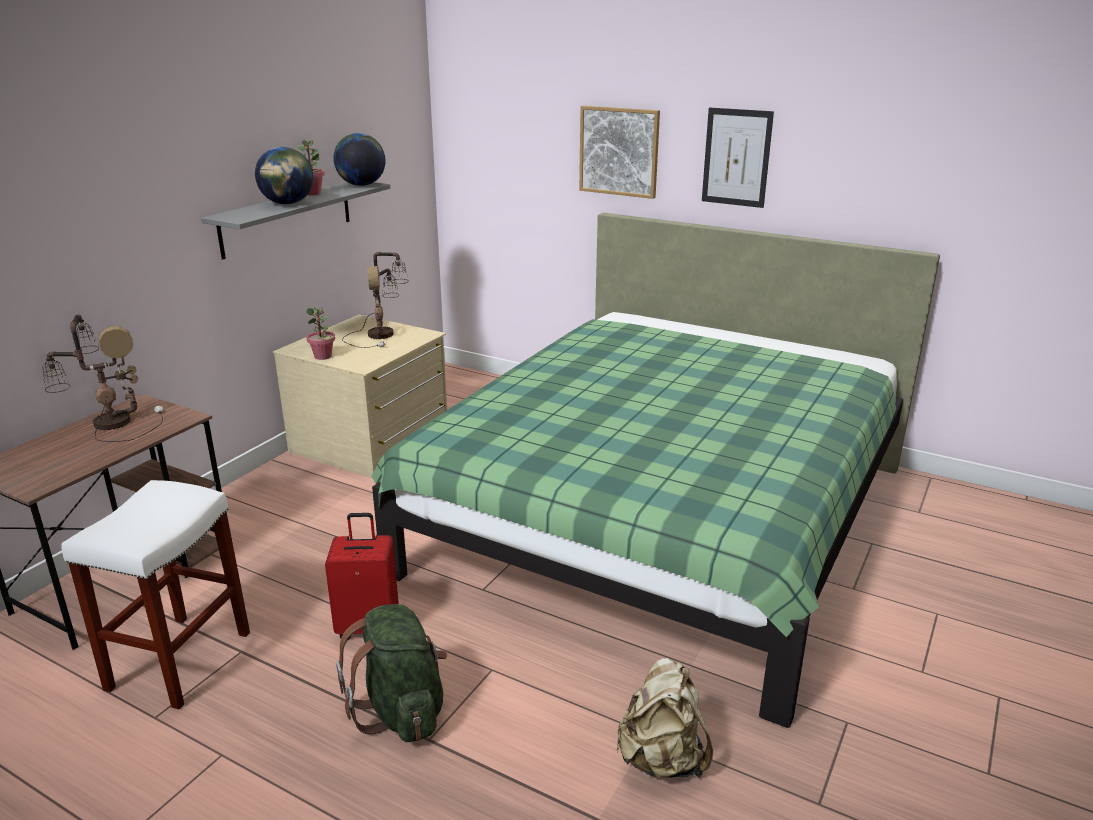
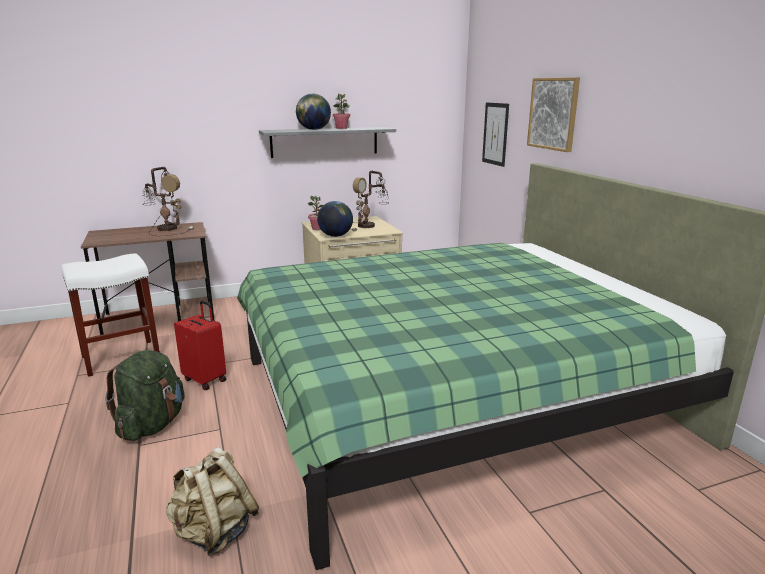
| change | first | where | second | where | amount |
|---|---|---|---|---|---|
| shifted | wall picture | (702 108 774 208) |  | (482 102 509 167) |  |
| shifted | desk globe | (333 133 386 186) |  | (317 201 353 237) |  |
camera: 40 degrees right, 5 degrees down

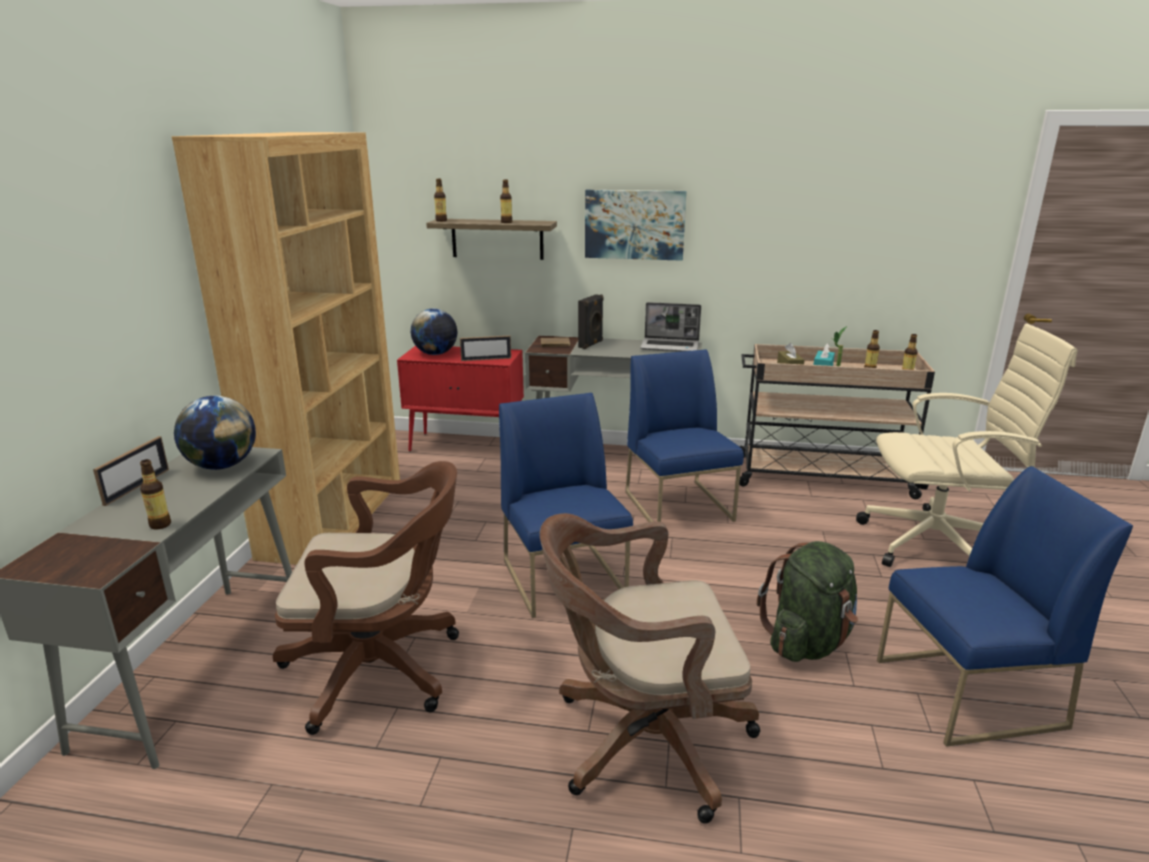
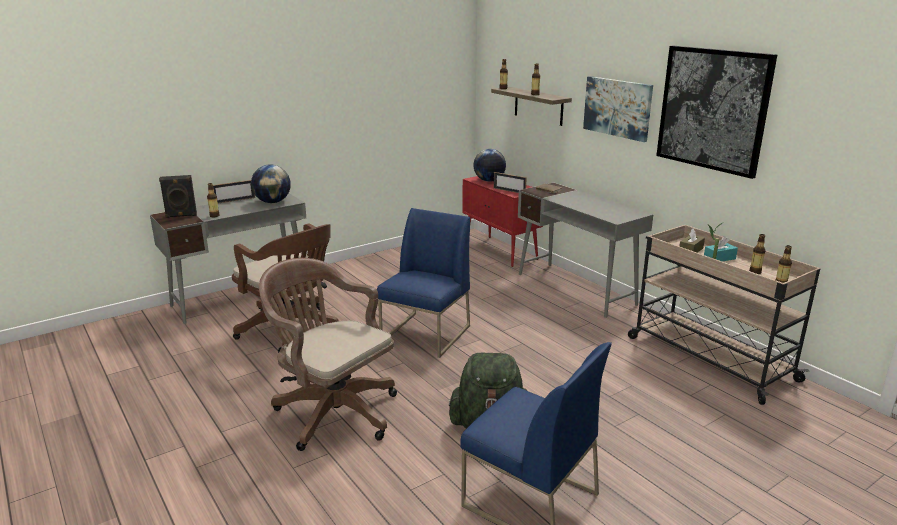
| change | first | where | second | where | amount |
|---|---|---|---|---|---|
| gone | brown shelving unit | (172 132 400 565) |  |  |  |
| shifted | blackish speaker | (578 294 603 349) |  | (159 175 197 218) |  |
| gone | laptop | (640 302 701 352) |  |  |  |
| gone | sand-coloured office chair | (856 324 1077 567) |  |  |  |
| gone | bluish plain chair | (625 349 744 522) |  |  |  |
| new |  |  | wall picture | (656 46 777 179) |  |
camera: 45 degrees right, 0 degrees up

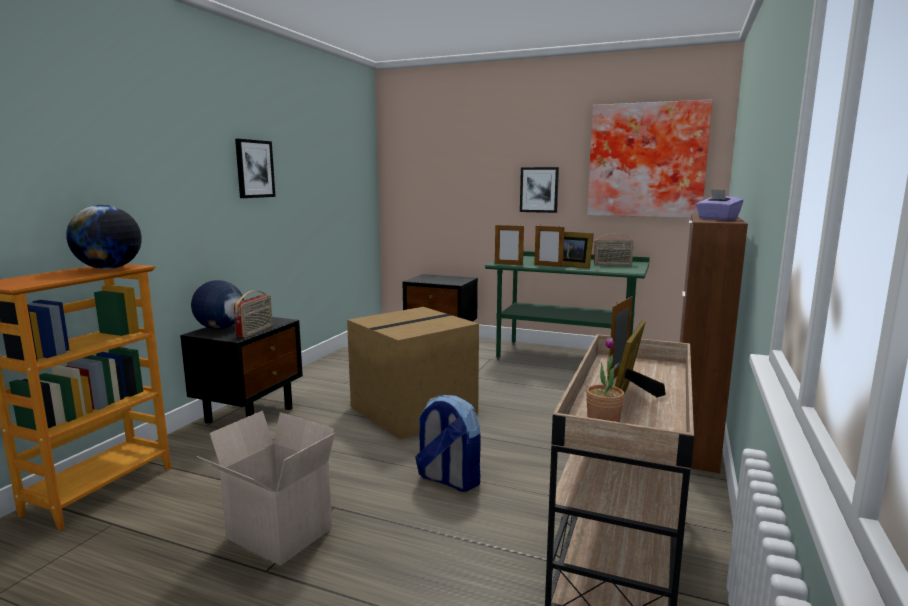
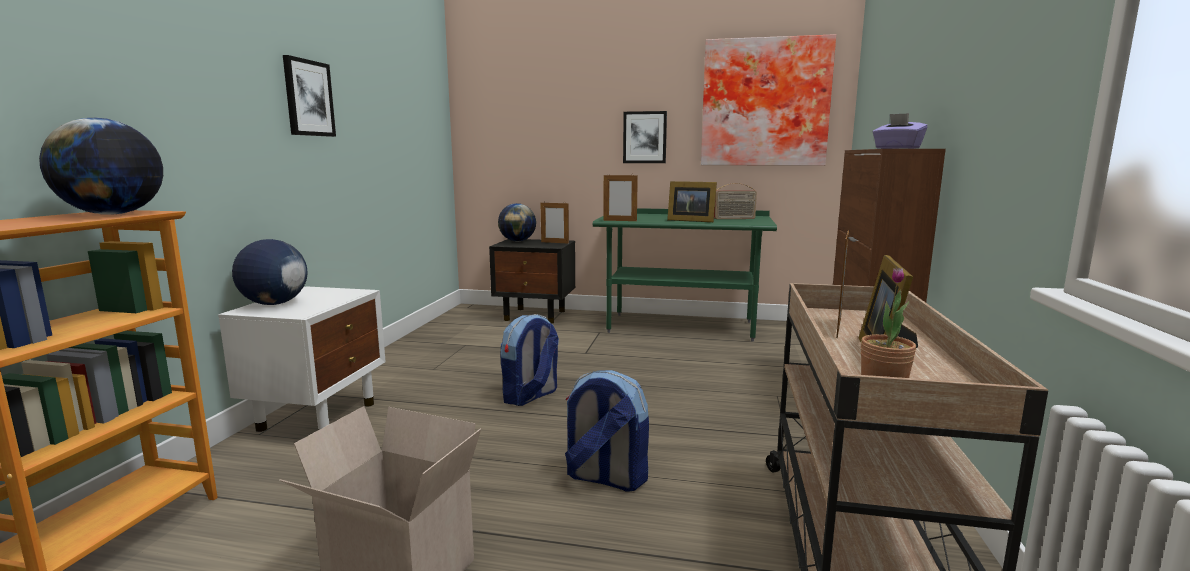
| change | first | where | second | where | amount |
|---|---|---|---|---|---|
| shifted | standing frame | (534 225 565 267) |  | (541 202 569 244) |  |
| gone | radio set | (234 290 273 338) |  |  |  |
| swapped | carton | (347 307 479 439) | rucksack | (500 314 559 406) |  |
| repainted | blackish night table | (180 317 303 423) | white night table | (218 286 386 432) |  |
| new |  |  | desk globe | (498 203 536 242) |  |
camera: 10 degrees left, 0 degrees up

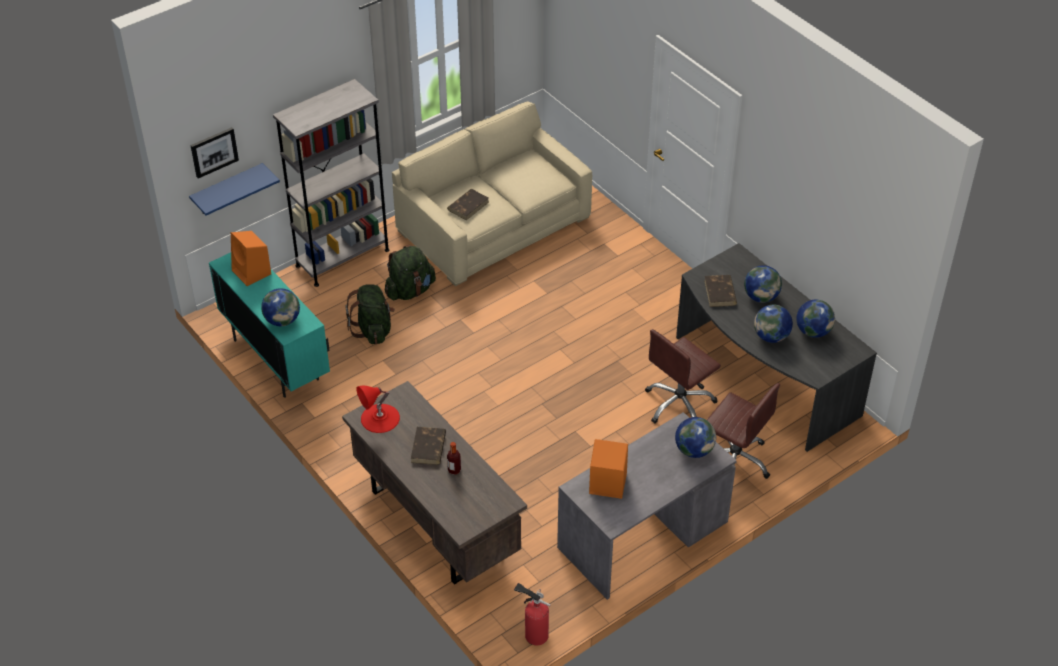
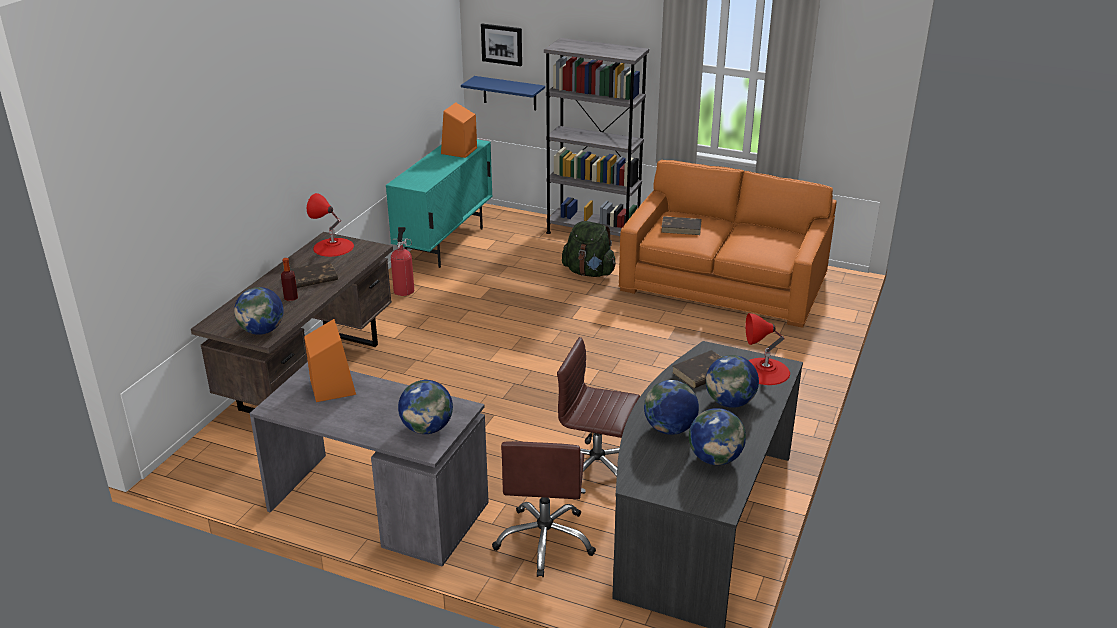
| change | first | where | second | where | amount |
|---|---|---|---|---|---|
| repainted | sand-coloured couch | (392 101 592 286) | orange-coloured couch | (619 160 837 328) |  |
| gone | greenish rucksack | (346 284 395 344) |  |  |  |
| shifted | desk globe | (261 288 300 326) |  | (234 287 283 335) |  |
| shifted | fire extinguisher | (514 583 551 645) |  | (391 227 414 296) |  |
| new |  |  | red-coloured lamp for a table | (746 313 790 385) |  |
camera: 60 degrees right, 15 degrees down

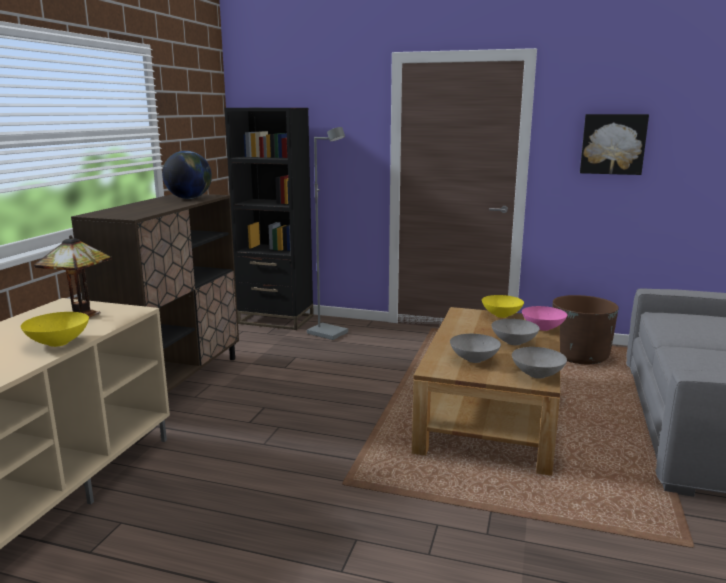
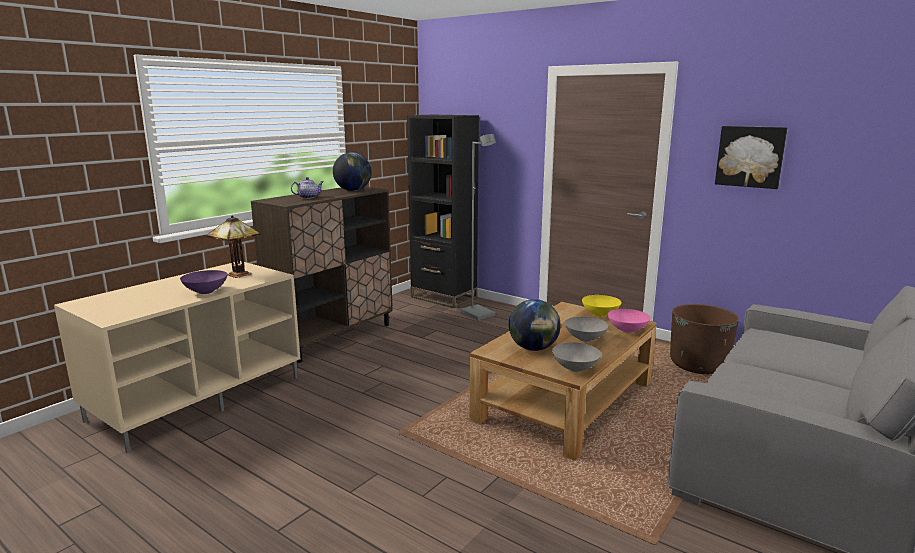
| change | first | where | second | where | amount |
|---|---|---|---|---|---|
| repainted | yellow bowl | (21 312 89 347) | purplish bowl | (180 270 228 294) |  |
| swapped | grey bowl | (450 334 501 363) | desk globe | (509 299 561 351) |  |
| new |  |  | tea pot | (291 177 324 199) |  |
camera: 20 degrees right, 0 degrees up

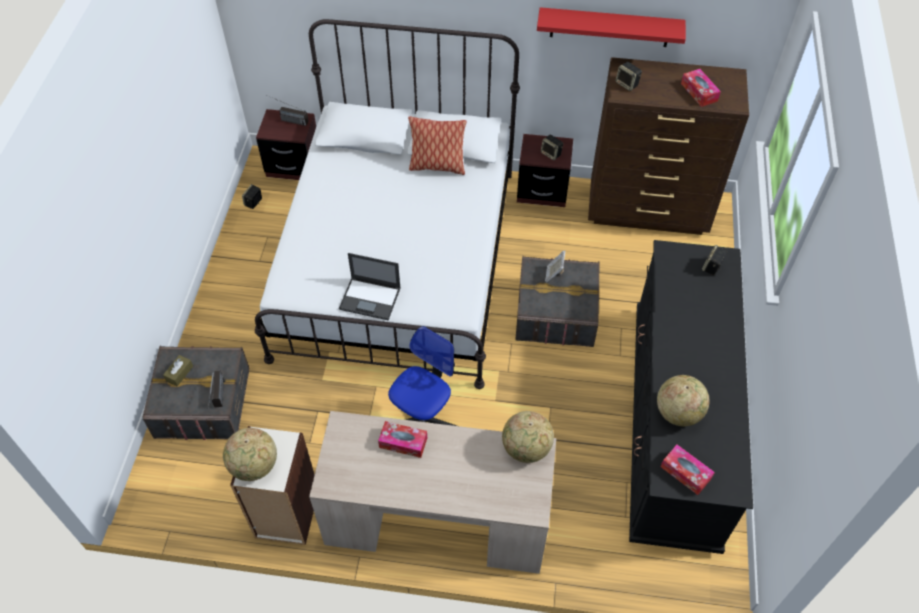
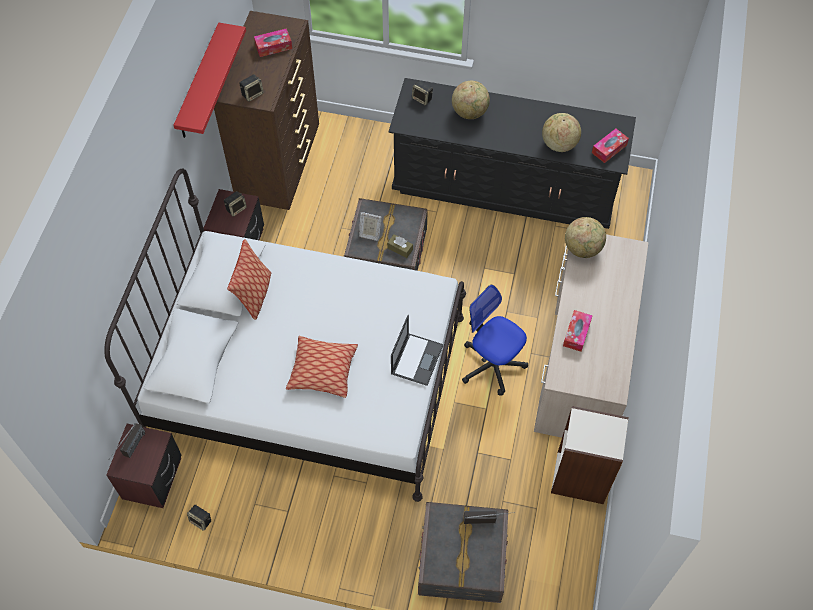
| change | first | where | second | where | amount |
|---|---|---|---|---|---|
| shifted | brown tissue box | (163 355 193 386) |  | (387 235 413 258) |  |
| shifted | desk globe | (223 428 277 481) |  | (452 81 490 119) |  |
| new |  |  | throw pillow | (286 336 358 398) |  |
camera: 85 degrees left, 5 degrees up

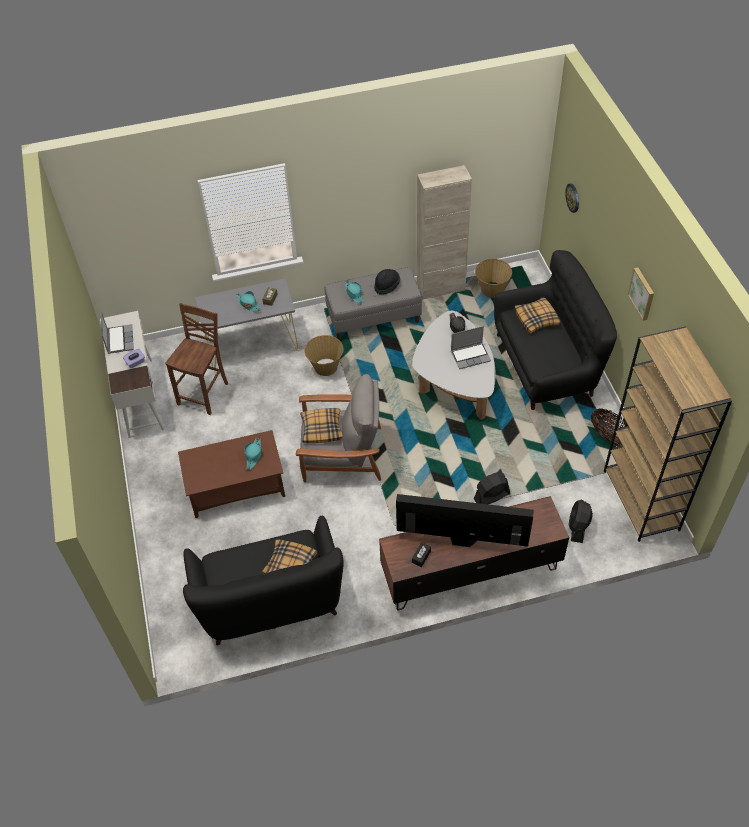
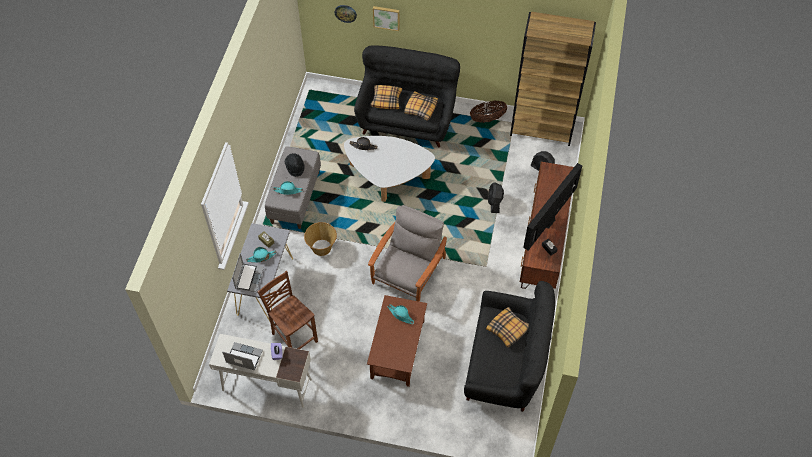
| change | first | where | second | where | amount |
|---|---|---|---|---|---|
| gone | sand-coloured cabinet | (417 165 472 300) |  |  |  |
| gone | basket | (475 259 512 298) |  |  |  |
| shifted | wall picture | (628 268 654 321) |  | (373 6 399 31) |  |
| shifted | laptop | (451 326 491 369) |  | (232 253 264 292) |  |
| shifted | throw pillow | (300 408 343 443) |  | (404 91 438 121) |  |
camera: 65 degrees left, 5 degrees up

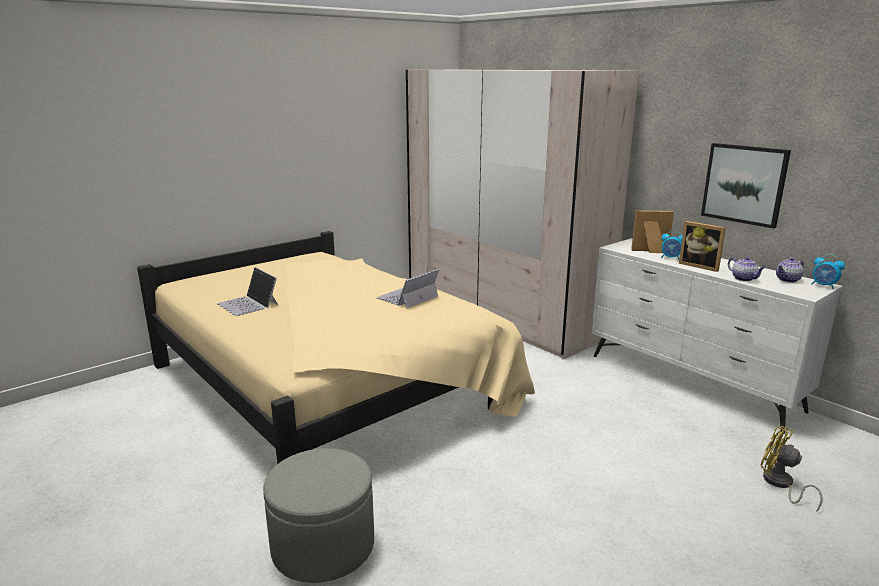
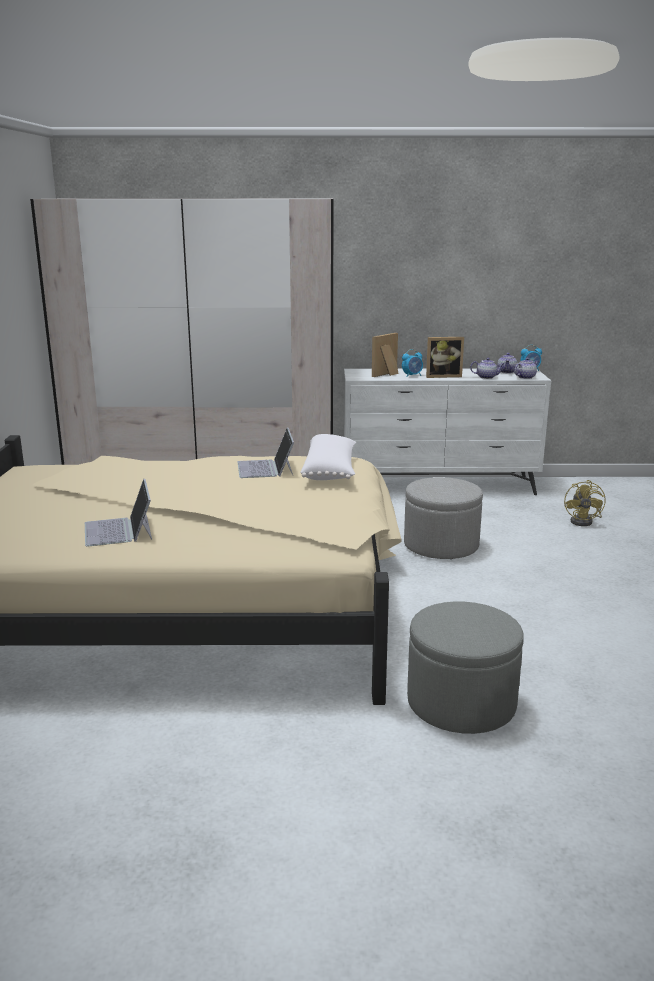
| change | first | where | second | where | amount |
|---|---|---|---|---|---|
| gone | wall picture | (701 143 791 229) |  |  |  |
| rotated | laptop | (217 267 278 316) |  | (85 479 152 547) | 75 degrees clockwise |
| rotated | yellow electric fan | (761 426 823 512) |  | (564 480 606 526) | 75 degrees counterclockwise |
| new |  |  | tea pot | (514 358 538 379) |  |
| new |  |  | white throw pillow | (300 434 356 480) |  |
| new |  |  | grey footrest | (404 477 483 559) |  |
camera: 50 degrees left, 0 degrees up

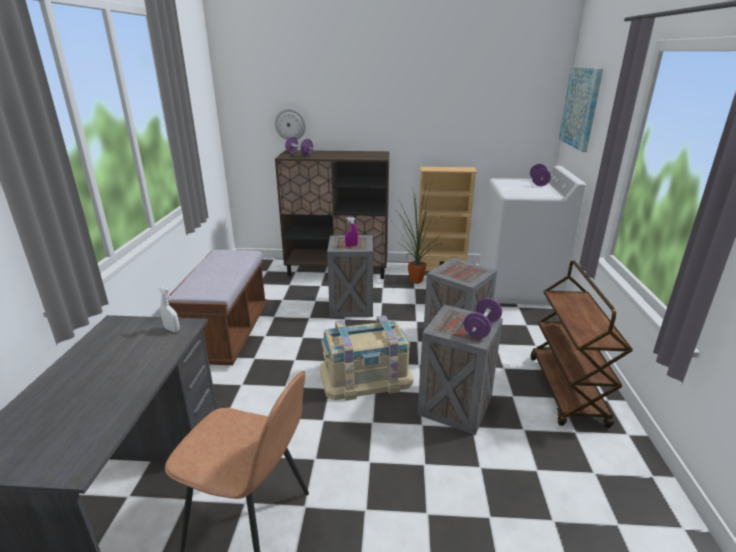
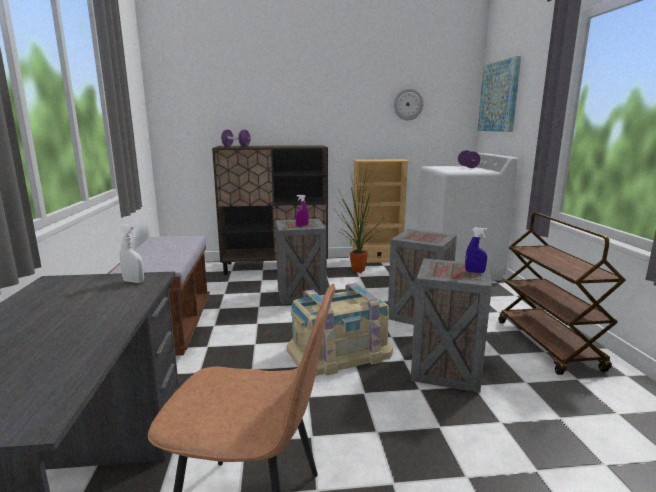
| change | first | where | second | where | amount |
|---|---|---|---|---|---|
| shifted | clock on the wall | (275 108 306 140) |  | (394 88 423 120) |  |
| swapped | purplish dumbbell | (464 298 502 338) | bluish hand sprayer | (465 227 487 273) |  |
camera: 10 degrees left, 10 degrees down

